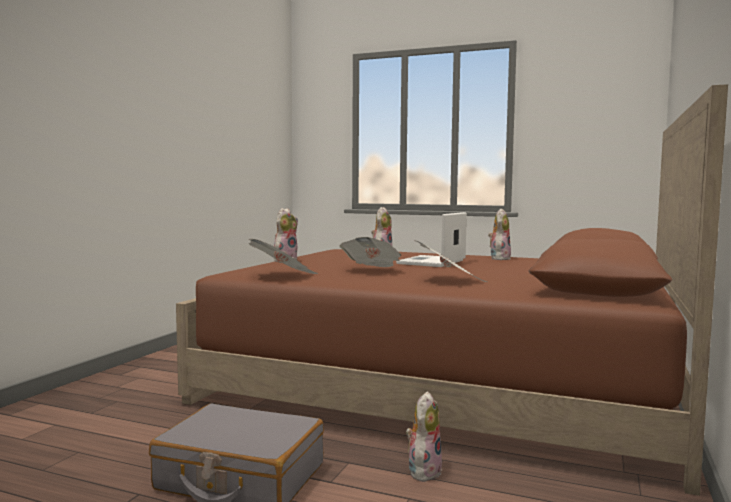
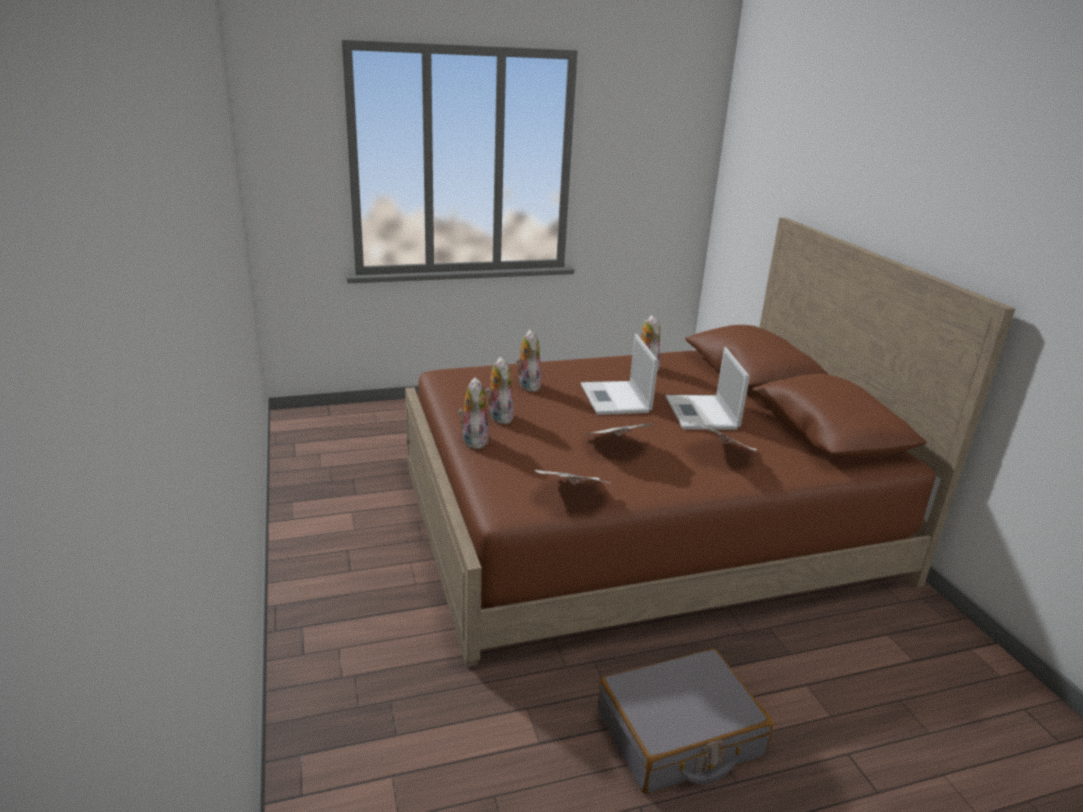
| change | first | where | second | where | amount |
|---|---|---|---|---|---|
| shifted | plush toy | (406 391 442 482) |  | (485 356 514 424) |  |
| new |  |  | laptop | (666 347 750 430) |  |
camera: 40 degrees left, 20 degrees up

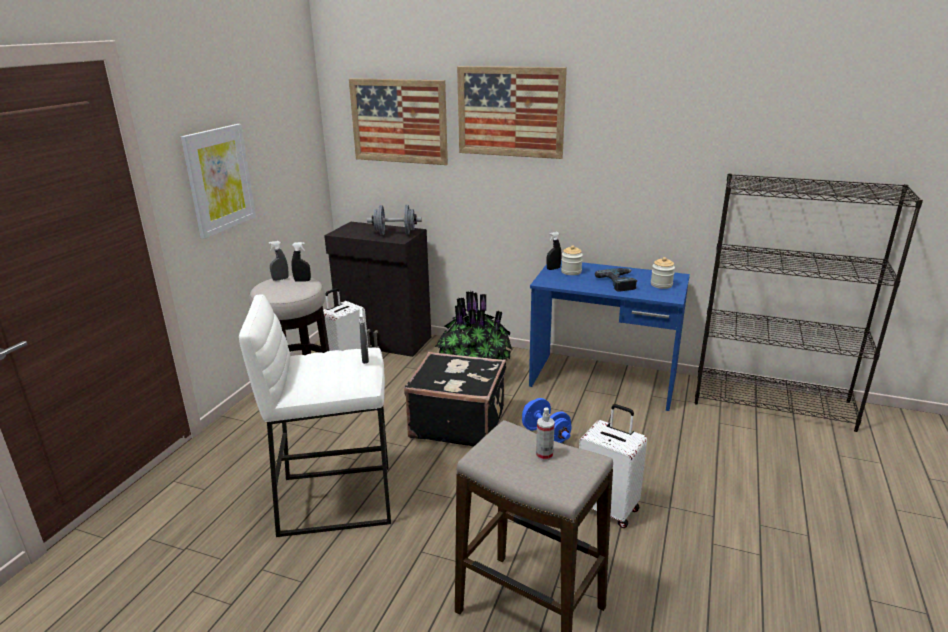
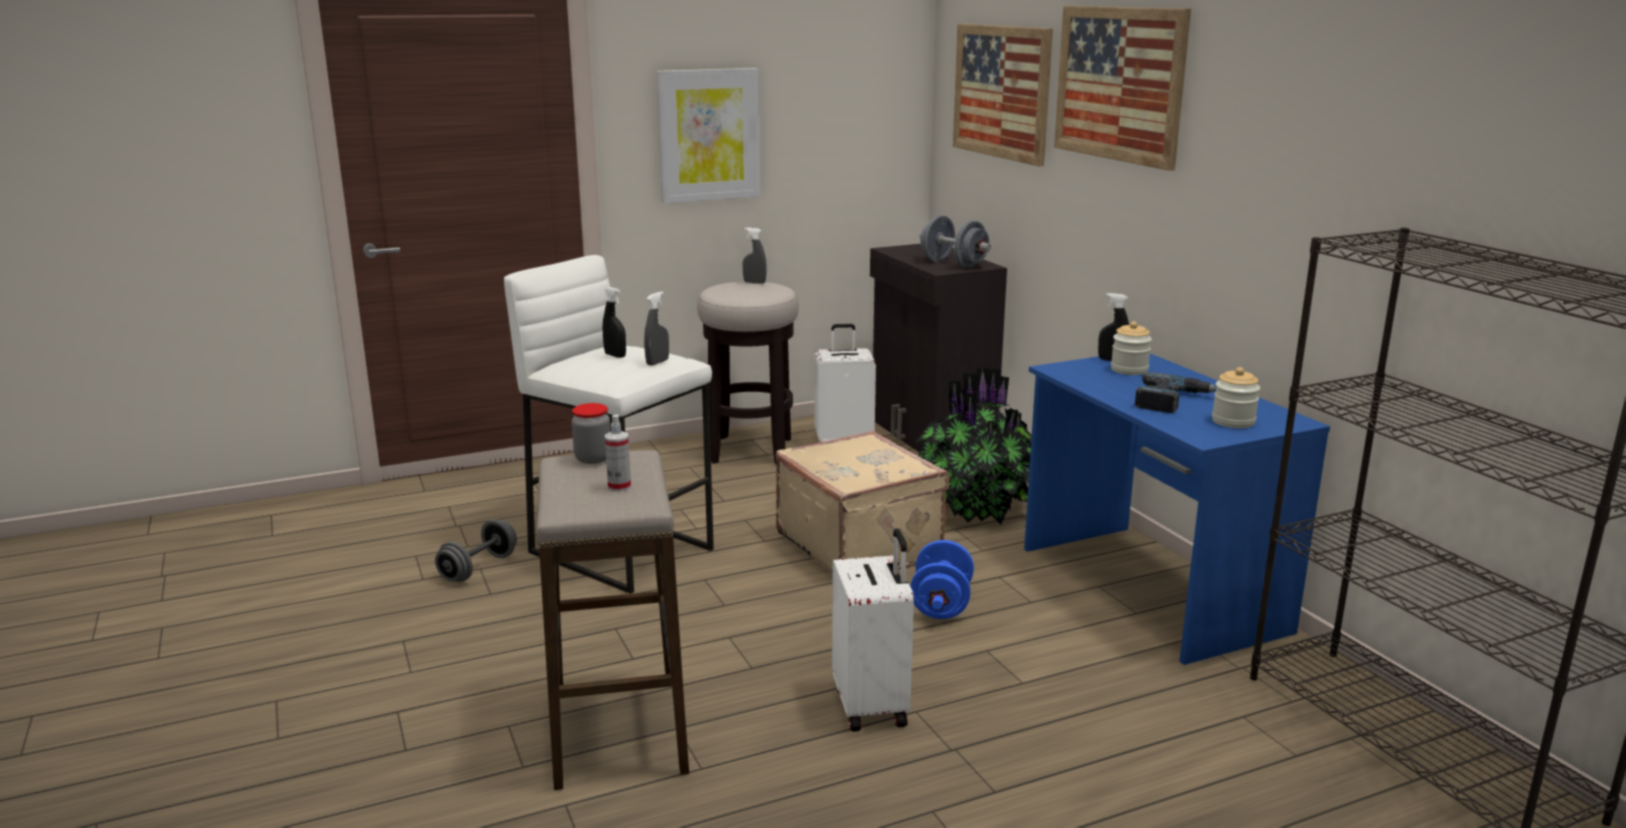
| change | first | where | second | where | amount |
|---|---|---|---|---|---|
| shifted | blackish hand sprayer | (292 242 311 282) |  | (603 287 626 358) |  |
| repainted | blackish travel case | (404 352 506 447) | sand-coloured travel case | (776 431 949 574) |  |
| new |  |  | jar | (572 403 611 464) |  |
| new |  |  | grey dumbbell | (435 519 517 582) |  |
camera: 45 degrees right, 5 degrees down

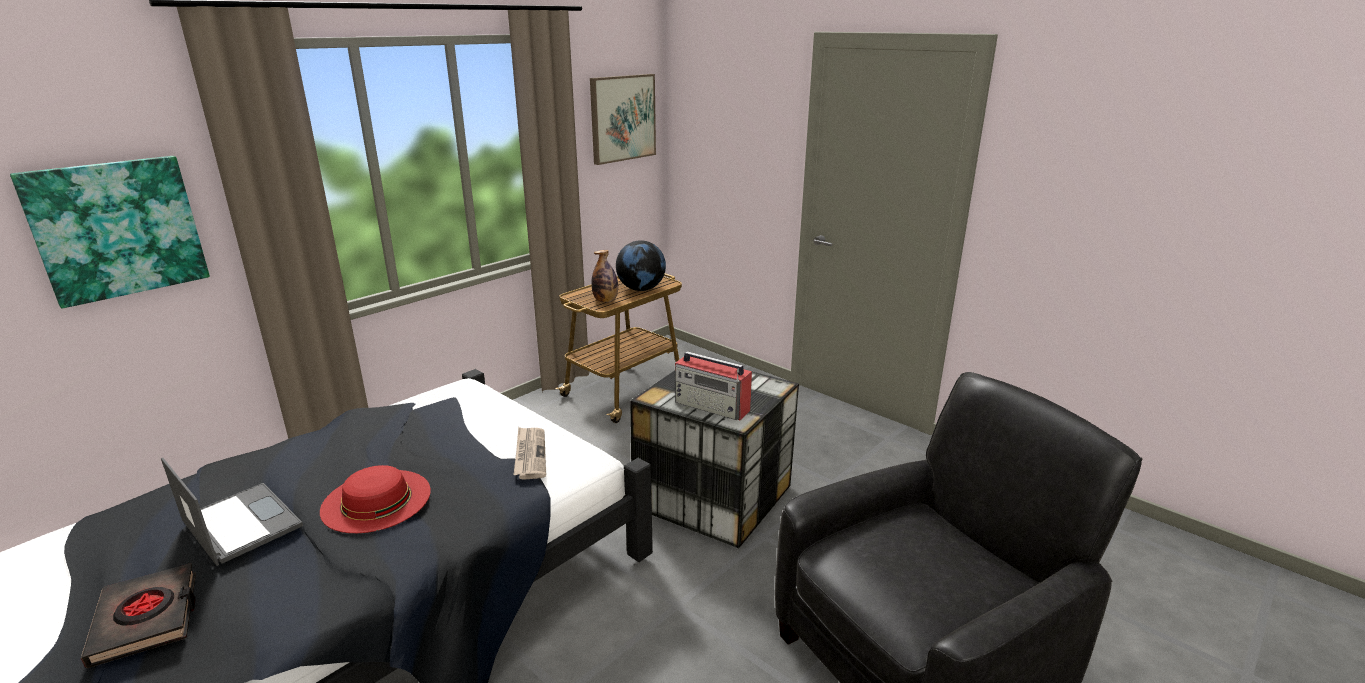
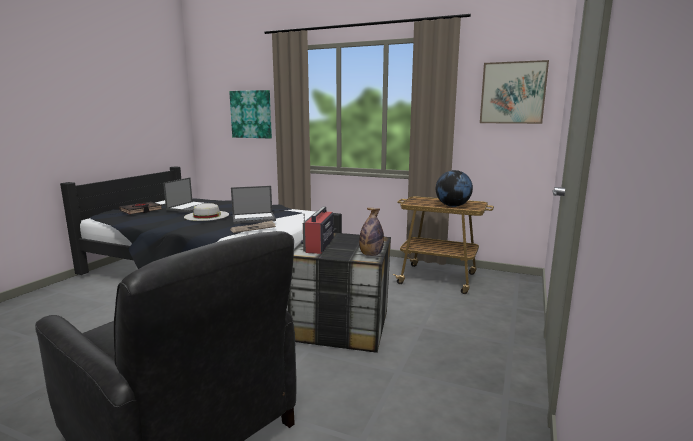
| change | first | where | second | where | amount |
|---|---|---|---|---|---|
| shifted | bottle | (591 250 618 303) |  | (359 208 384 256) |  |
| repainted | red-coloured clothing hat | (320 465 431 533) | white clothing hat | (184 203 229 221) |  |
| new |  |  | laptop | (231 186 276 224) |  |
camera: 70 degrees right, 10 degrees down

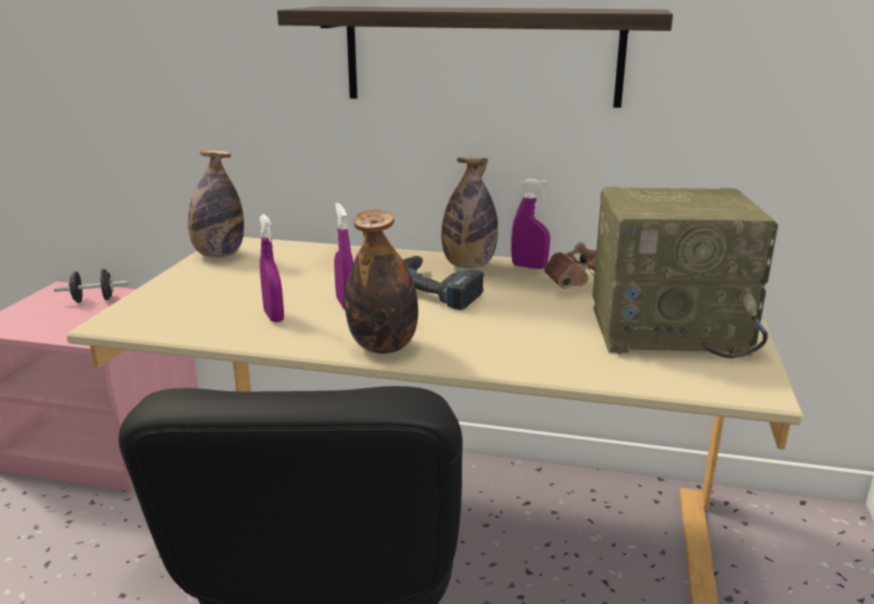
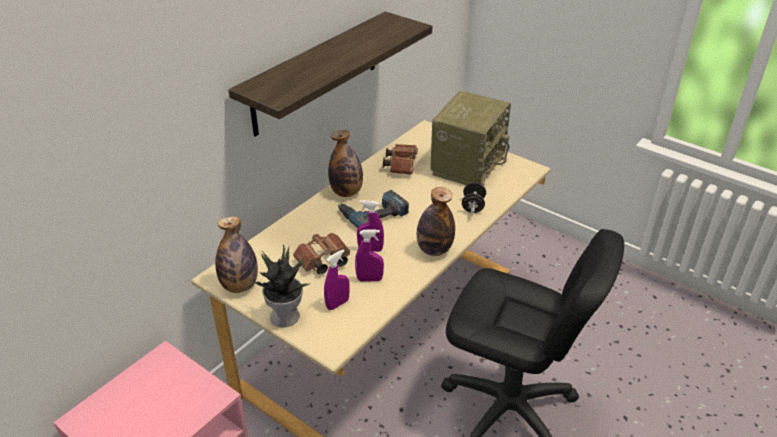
| change | first | where | second | where | amount |
|---|---|---|---|---|---|
| shifted | purplish hand sprayer | (511 179 550 269) |  | (324 249 350 310) |  |
| shifted | blackish dumbbell | (54 269 128 303) |  | (462 182 486 214) |  |
| new |  |  | brown field glasses | (293 233 350 275) |  |
| new |  |  | plant in a pot | (249 244 311 327) |  |
camera: 65 degrees left, 15 degrees up

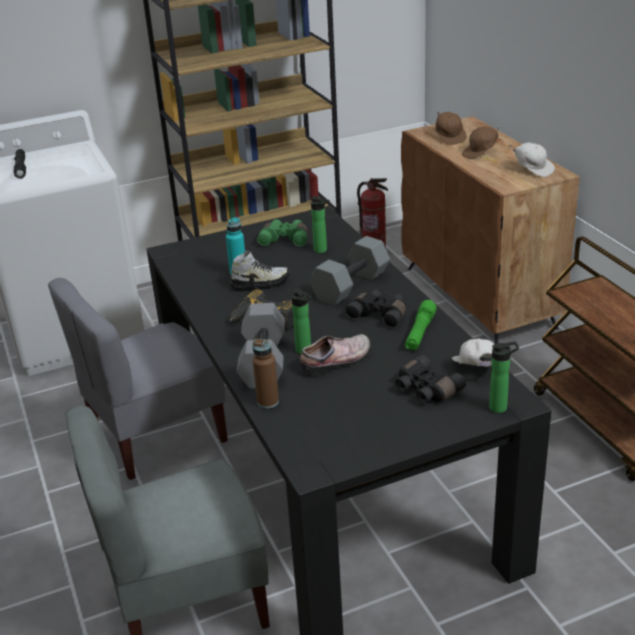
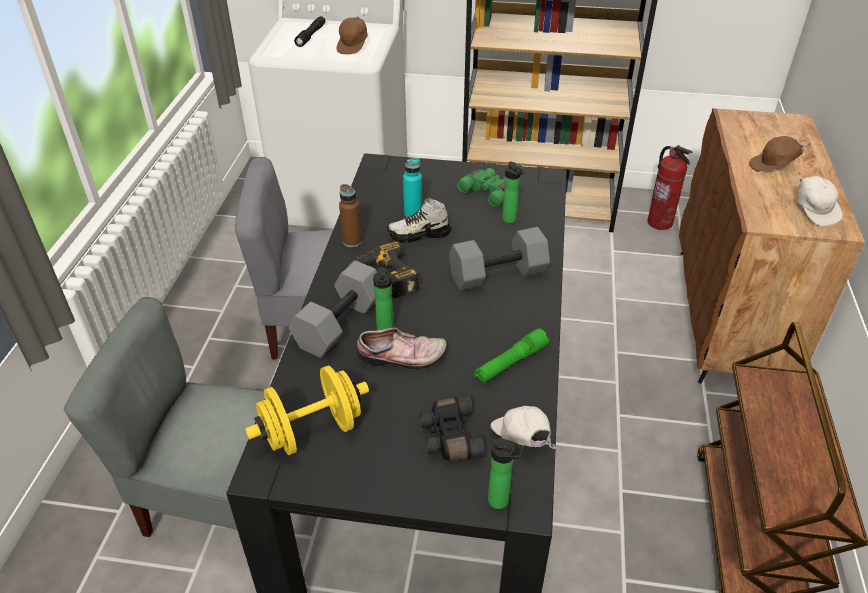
| change | first | where | second | where | amount |
|---|---|---|---|---|---|
| shifted | brown cap | (436 111 467 145) |  | (337 16 368 54) |  |
| rotated | low shoe | (230 251 289 291) |  | (387 198 451 243) | 150 degrees clockwise |
| gone | blackish field glasses | (345 290 406 328) |  |  |  |
| rotated | white cap | (452 338 494 367) |  | (490 406 556 449) | 45 degrees counterclockwise |
| shifted | brown bottle | (253 339 279 408) |  | (339 184 362 247) |  |
| new |  |  | yellow dumbbell | (245 365 369 455) |  |
camera: 30 degrees right, 10 degrees up

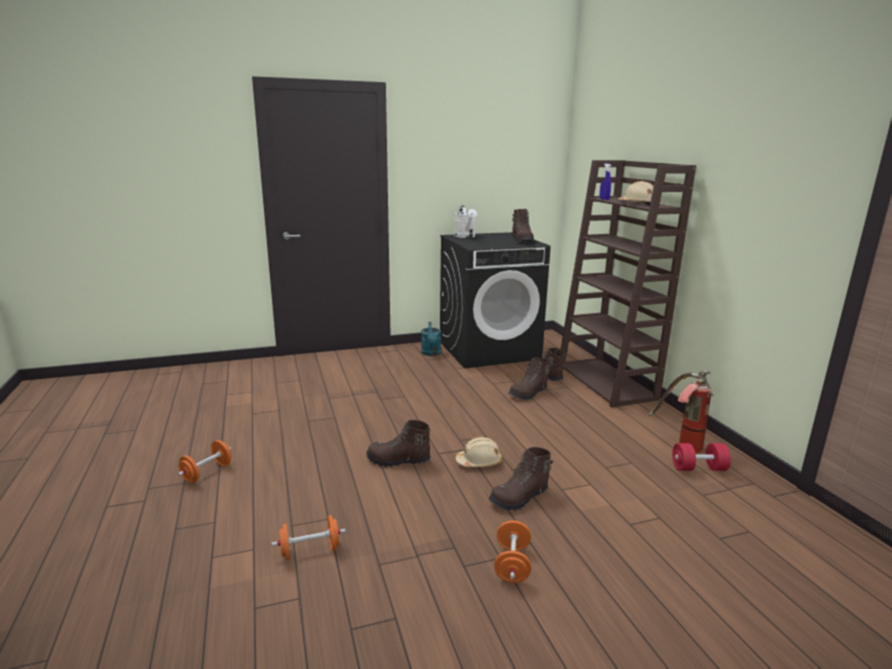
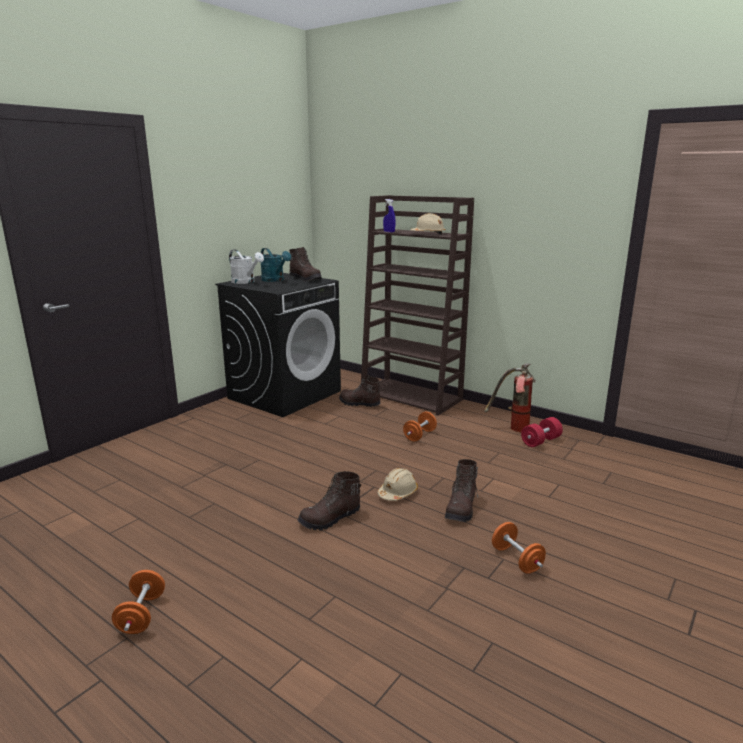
| change | first | where | second | where | amount |
|---|---|---|---|---|---|
| shifted | blue-green watering can | (421 322 441 356) |  | (261 248 291 282) |  |
| gone | brown high-top boot | (508 358 551 400) |  |  |  |
| shifted | orange-coloured dumbbell | (271 515 346 560) |  | (403 412 437 441) |  |
camera: 35 degrees left, 0 degrees up

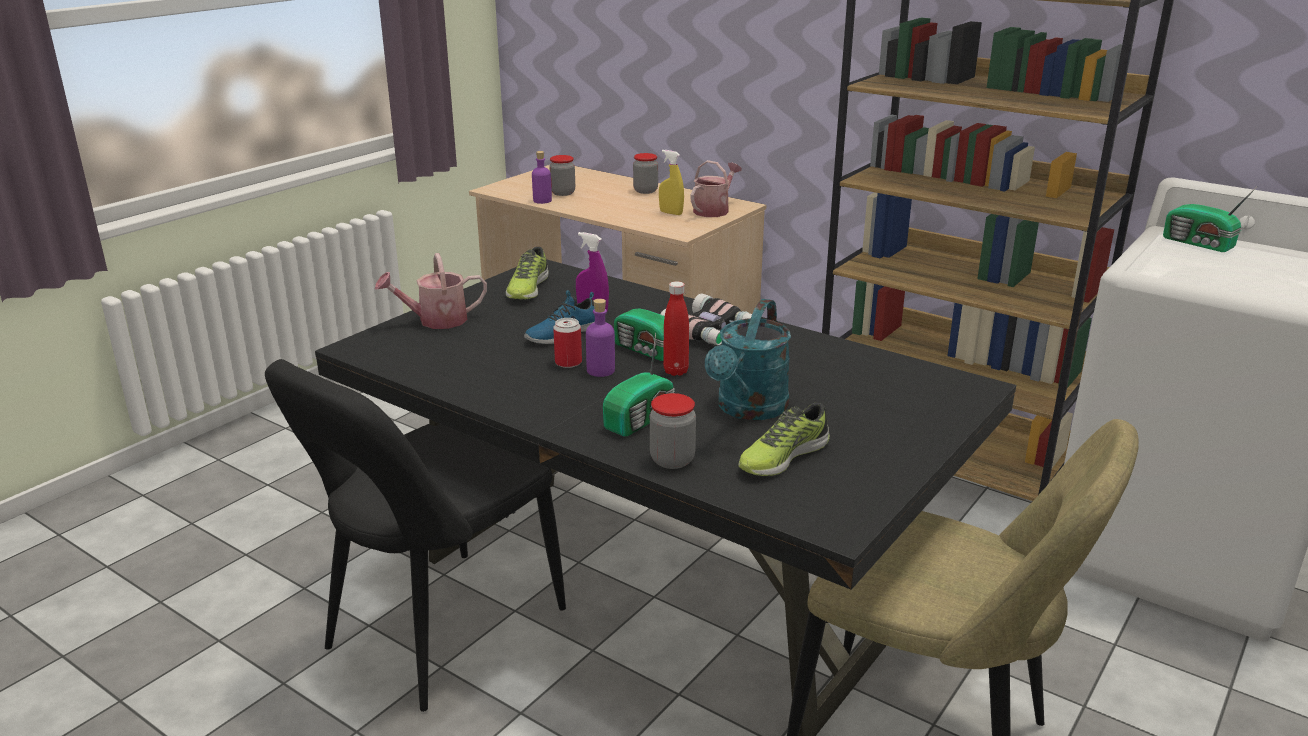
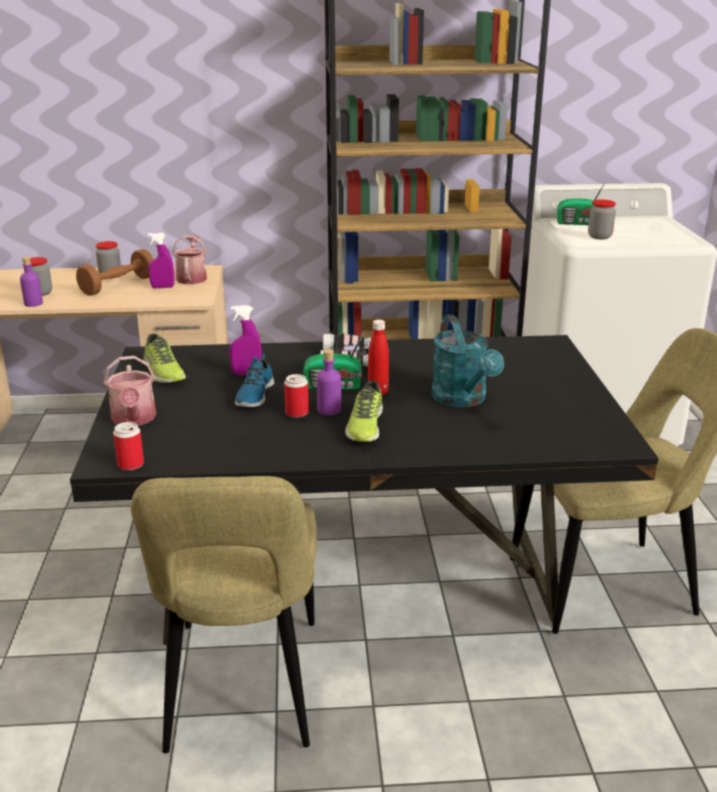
| change | first | where | second | where | amount |
|---|---|---|---|---|---|
| repainted | yellow hand sprayer | (659 150 684 215) | purplish hand sprayer | (148 233 174 288) |  |
| rotated | watering can | (375 253 487 329) |  | (104 356 157 426) | 45 degrees counterclockwise |
| gone | radio set | (603 333 675 437) |  |  |  |
| repainted | blackish plain chair | (265 359 566 712) | sand-coloured plain chair | (131 476 317 754) |  |
| shifted | jar | (650 393 696 469) |  | (588 200 616 240) |  |
| shifted | low shoe | (738 403 830 476) |  | (345 380 383 442) |  |
| new |  |  | brown dumbbell | (76 249 154 296) |  |
| new |  |  | can | (113 422 144 470) |  |
camera: 40 degrees left, 0 degrees up

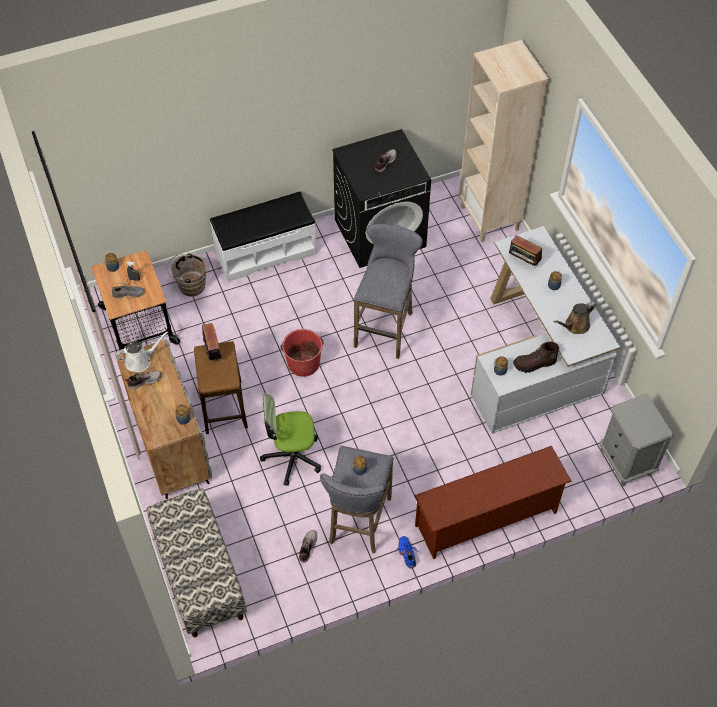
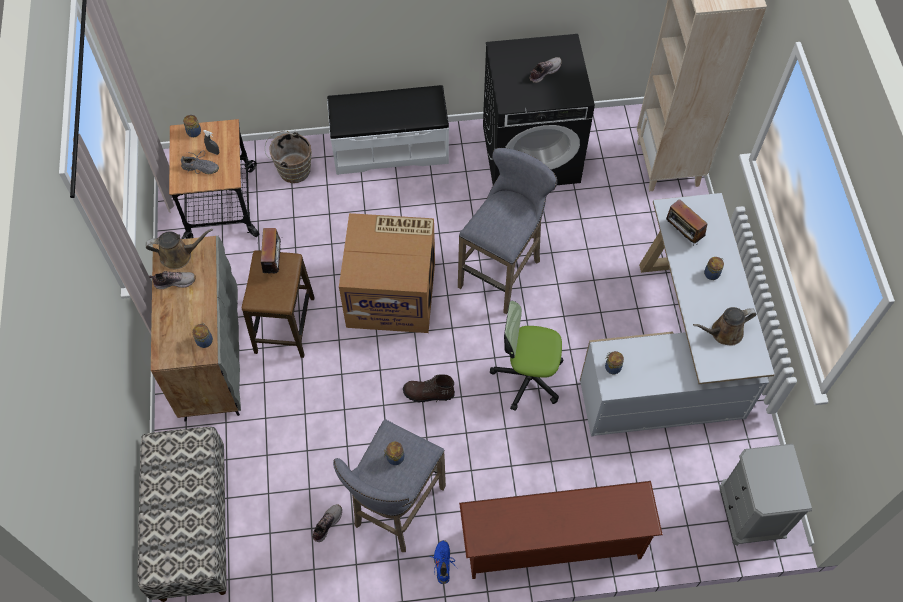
| change | first | where | second | where | amount |
|---|---|---|---|---|---|
| swapped | red-coloured pail | (281 329 324 377) | carton | (339 213 435 333) |  |
| repainted | white watering can | (115 331 168 372) | brown watering can | (146 229 213 269) |  |
| shifted | brown high-top boot | (513 342 559 373) |  | (403 374 455 403) |  |
| shifted | office chair | (260 393 321 486) |  | (490 301 563 411) |  |
camera: 15 degrees right, 5 degrees up

